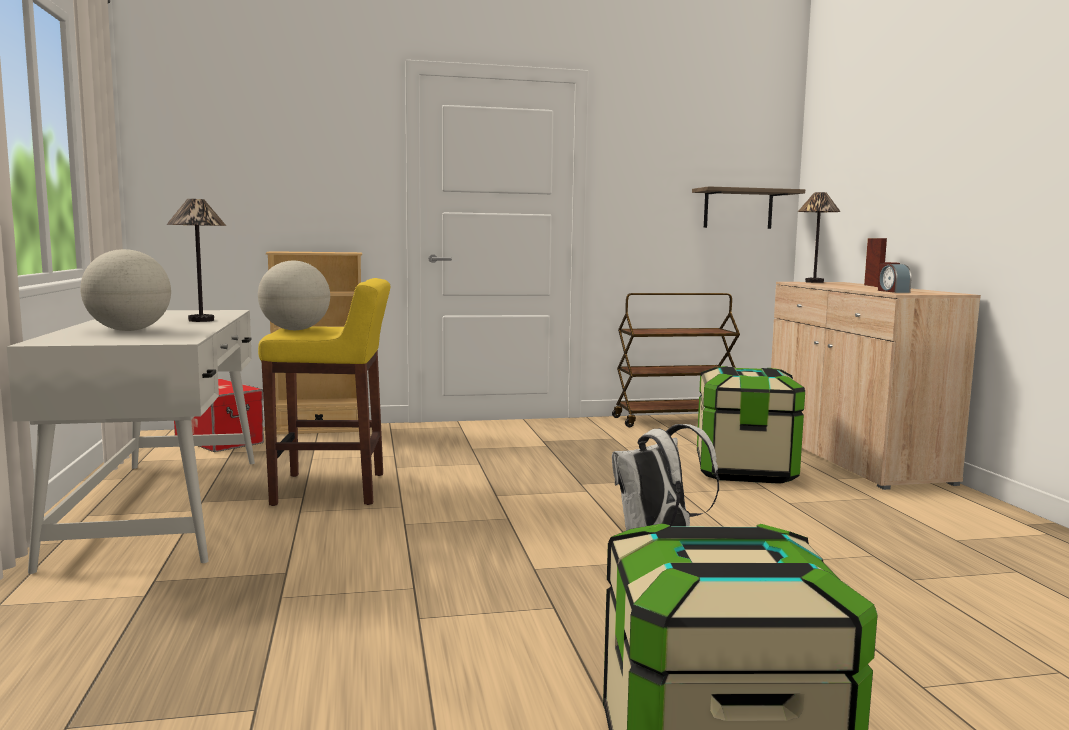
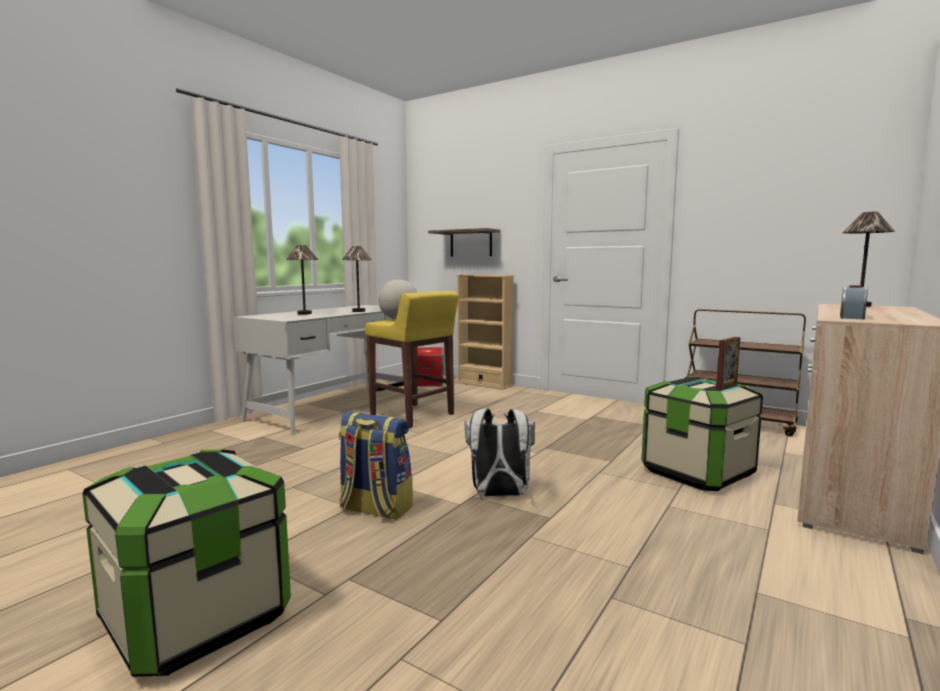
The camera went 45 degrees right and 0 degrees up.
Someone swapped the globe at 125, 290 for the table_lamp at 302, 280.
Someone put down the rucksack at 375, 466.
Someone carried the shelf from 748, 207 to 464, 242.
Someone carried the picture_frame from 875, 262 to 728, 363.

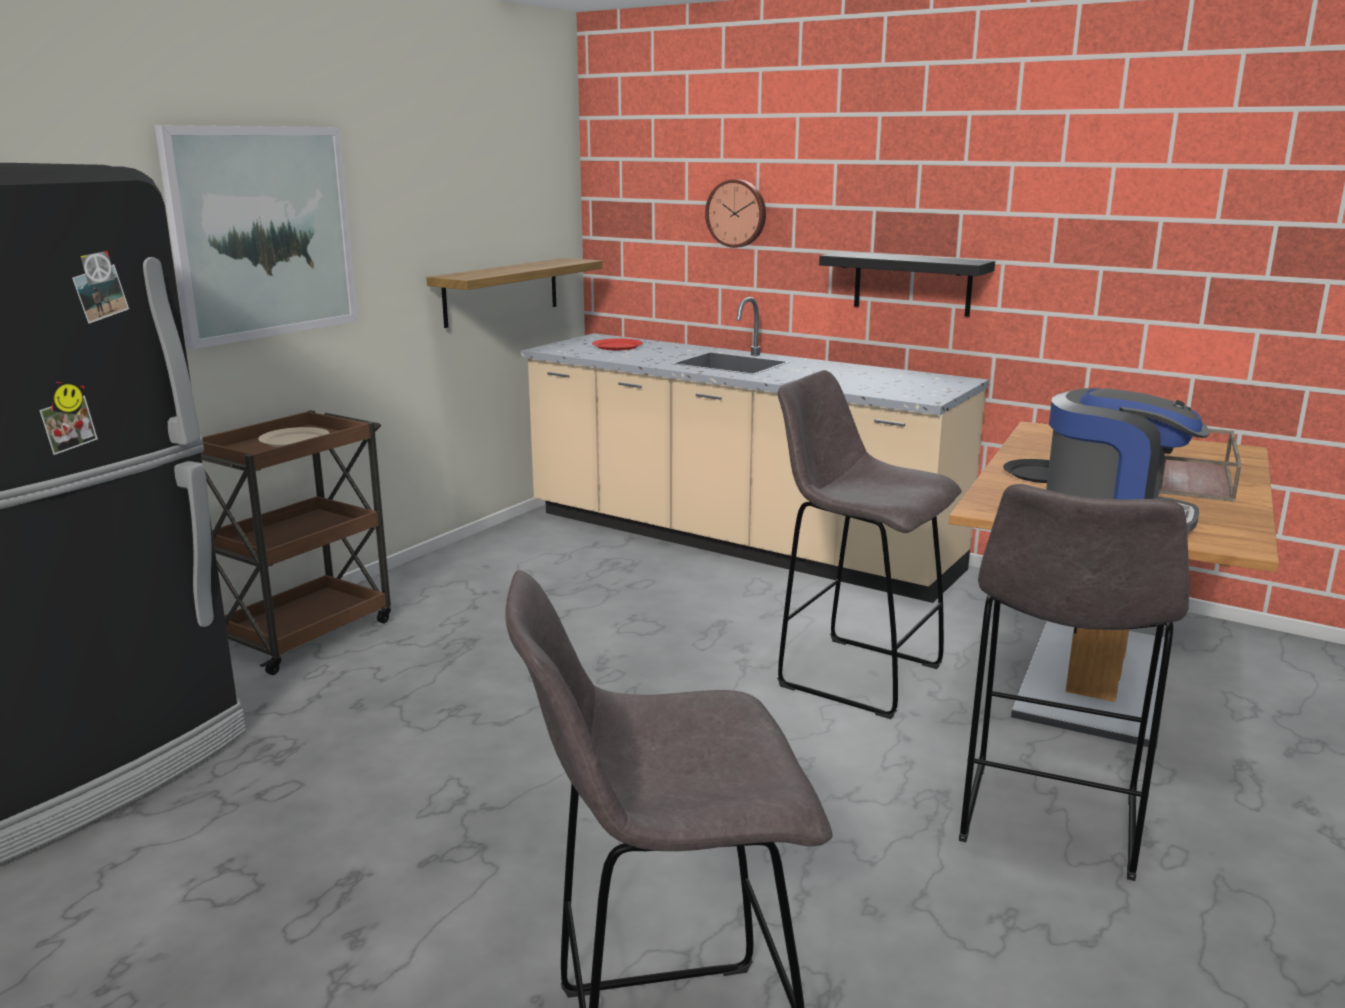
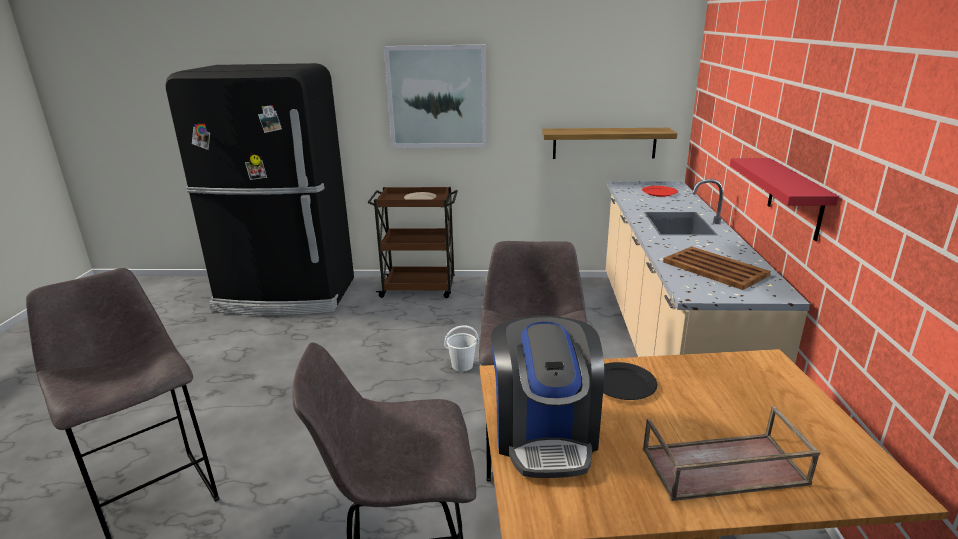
The camera went 60 degrees right and 5 degrees up.
Someone put down the white-coloured_bucket at 461, 348.
Someone put down the brownish_tray at 717, 268.
Someone repainted the black-coloured_shelf at 907, 284, which became the reddish_shelf at 784, 199.
Someone took away the clock_on_the_wall at 735, 213.

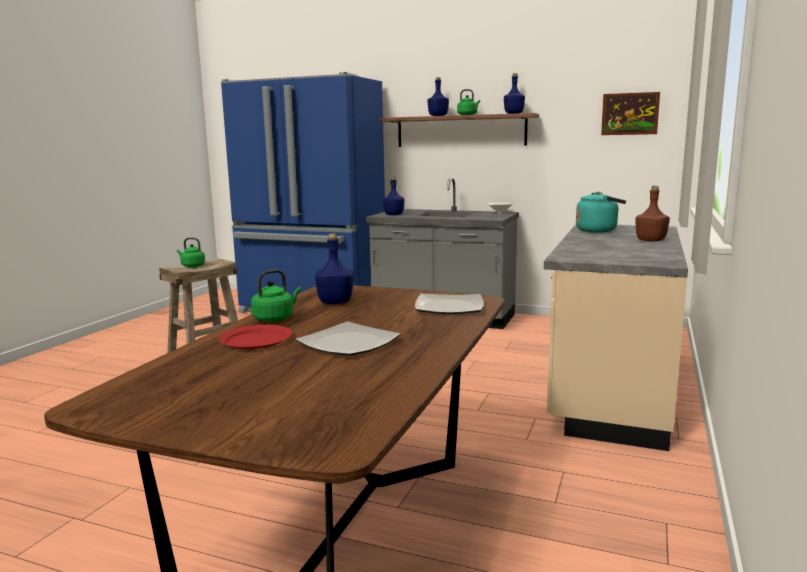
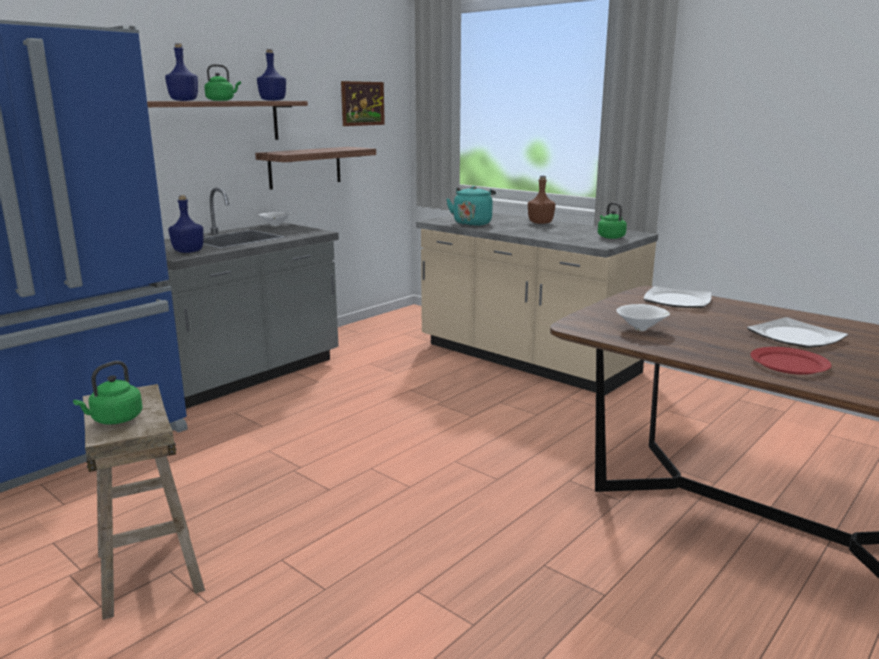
The camera went 70 degrees left and 5 degrees up.
Someone put up the shelf at 315, 168.
Someone carried the greenish_kettle from 276, 295 to 612, 221.
Someone swapped the bluish_beverage_bottle at 334, 268 for the white-coloured_deep_dish at 643, 317.

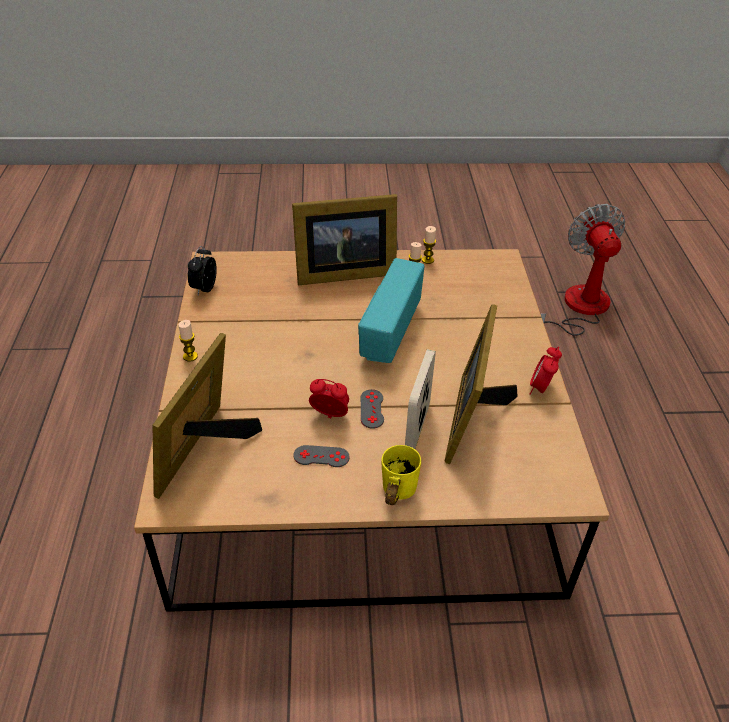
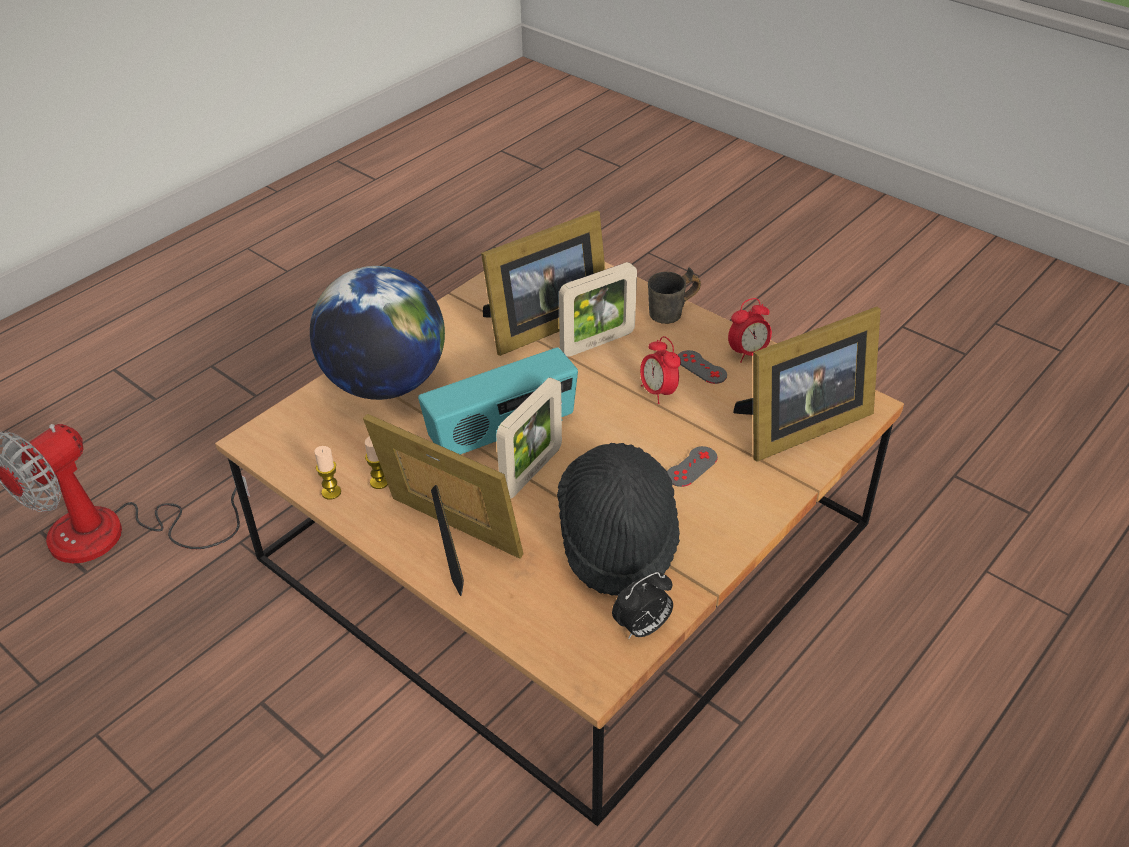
The camera went 135 degrees left and 0 degrees up.
Someone put down the globe at 377, 333.
Someone put down the picture_frame at 529, 438.
Someone put down the black-coloured_wearable_hat at 618, 519.
Someone repainted the yellow-coloured_tea_mug at 401, 475, which became the gray_tea_mug at 674, 296.
Someone carried the gray_gamepad from 372, 409 to 692, 466.
Someone carried the alarm_clock from 545, 370 to 750, 330.
Someone took away the wax_light at 188, 341.

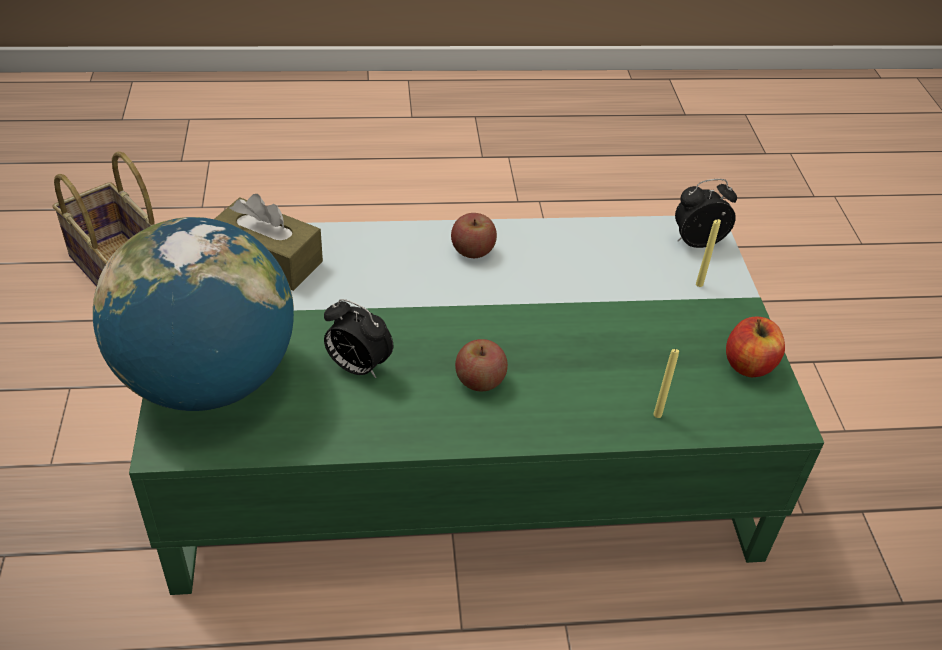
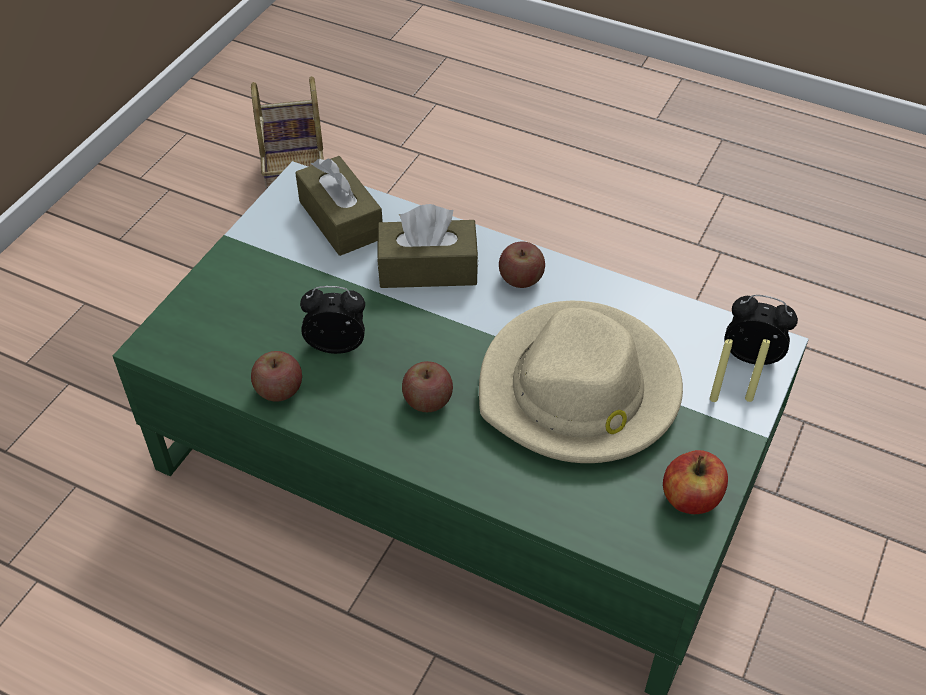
The camera went 35 degrees right and 5 degrees up.
Someone put down the apple at 276, 376.
Someone rotated the alarm_clock at 358, 338 by 120 degrees clockwise.
Someone put down the brownish_box_of_tissues at 428, 246.
Someone put down the beige_wearable_hat at 581, 382.
Someone carried the yellow-coloured_wax_light from 666, 383 to 757, 370.
Someone took away the globe at 193, 314.

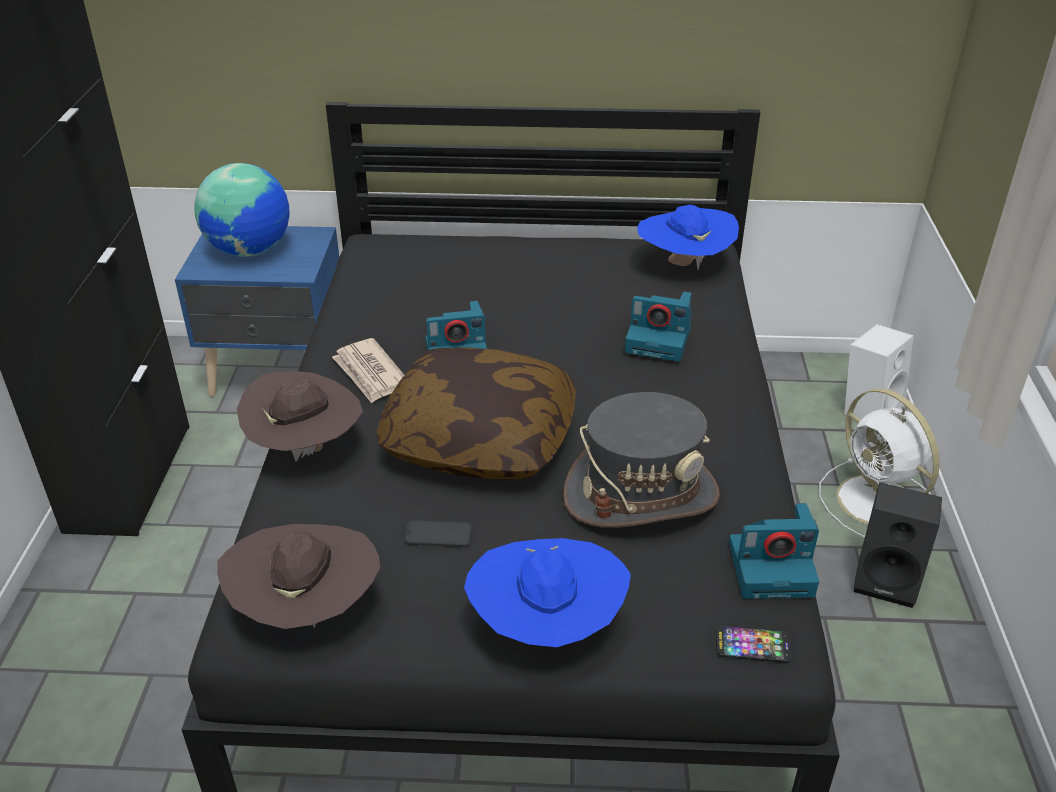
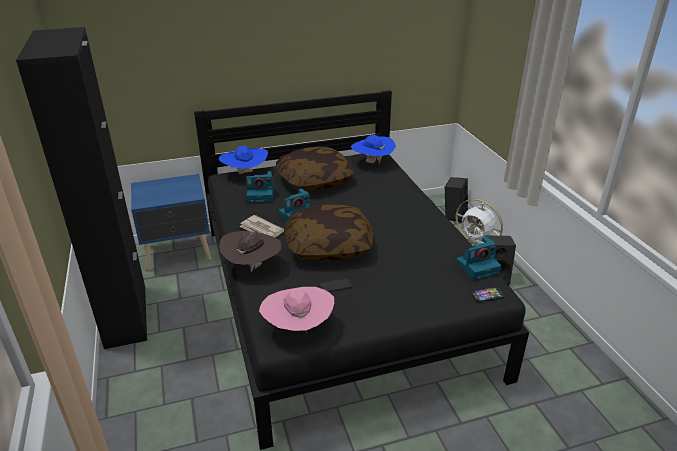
The camera went 20 degrees left and 5 degrees down.
Someone carried the bluish_wearable_hat from 547, 592 to 243, 160.
Someone carried the still_camera from 658, 327 to 260, 186.
Someone repainted the brownish_wearable_hat at 298, 576, which became the pink_wearable_hat at 296, 310.
Someone put down the cushion at 315, 169.
Someone repainted the white-coloured_audio_speaker at 878, 372, which became the black-coloured_audio_speaker at 456, 200.
Someone took away the globe at 242, 210.
Someone took away the gray_wearable_hat at 641, 460.

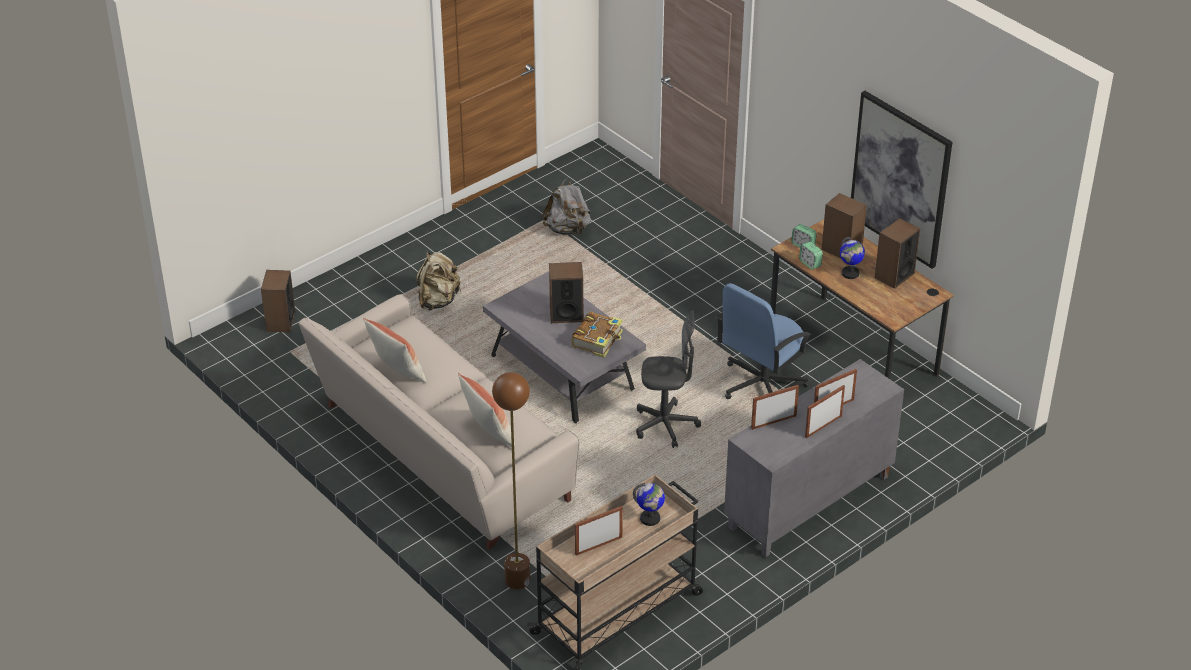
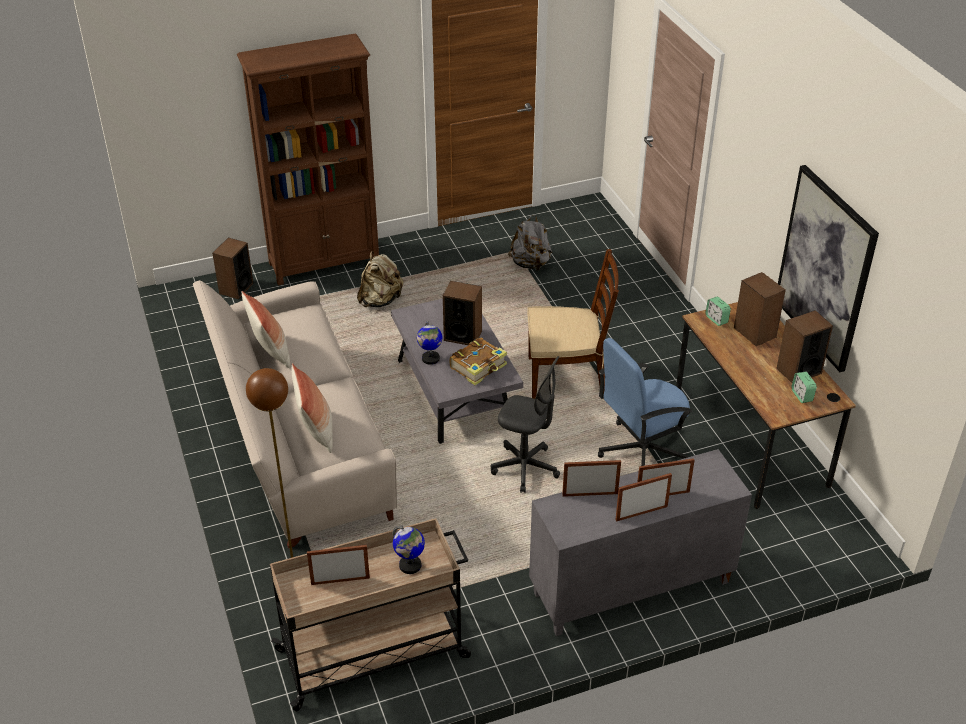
The camera went 20 degrees right and 0 degrees up.
Someone put down the brownish_bookshelf at 308, 159.
Someone carried the globe from 852, 258 to 429, 343.
Someone put down the brownish_chair at 573, 324.
Someone carried the alarm_clock from 811, 255 to 804, 387.

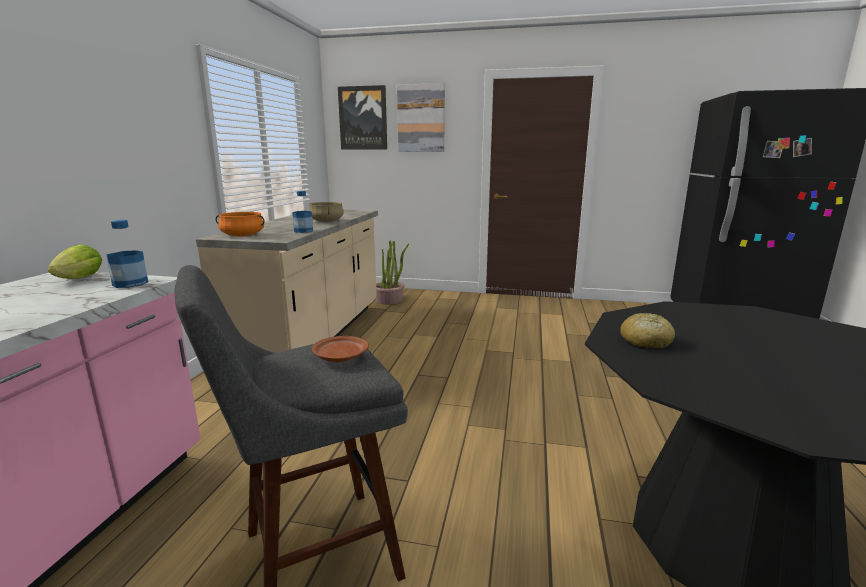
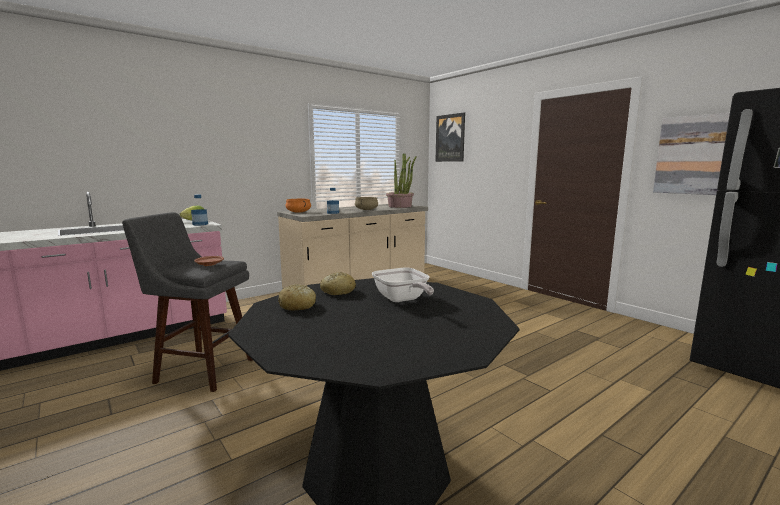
The camera went 40 degrees right and 5 degrees down.
Someone put down the baked_bread at 297, 297.
Someone put down the skillet at 403, 285.
Someone carried the plant_in_a_pot from 392, 272 to 401, 180.
Someone carried the picture from 421, 117 to 691, 154.

